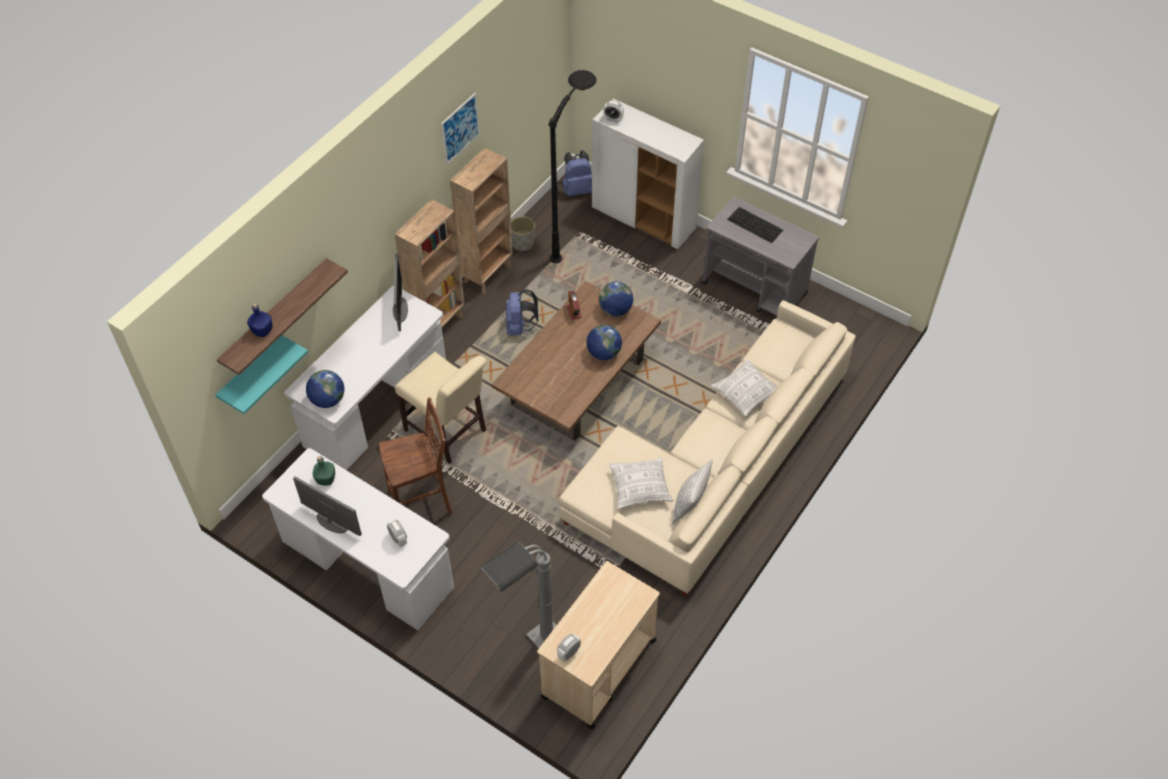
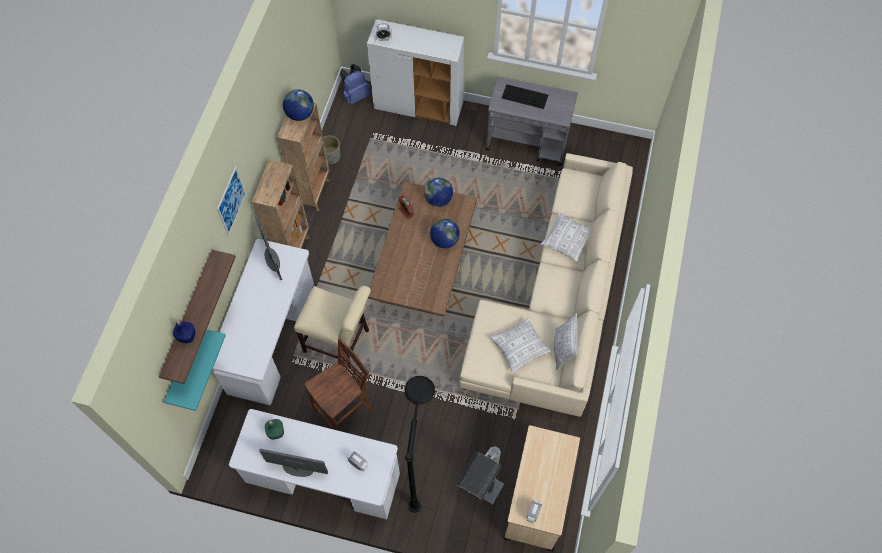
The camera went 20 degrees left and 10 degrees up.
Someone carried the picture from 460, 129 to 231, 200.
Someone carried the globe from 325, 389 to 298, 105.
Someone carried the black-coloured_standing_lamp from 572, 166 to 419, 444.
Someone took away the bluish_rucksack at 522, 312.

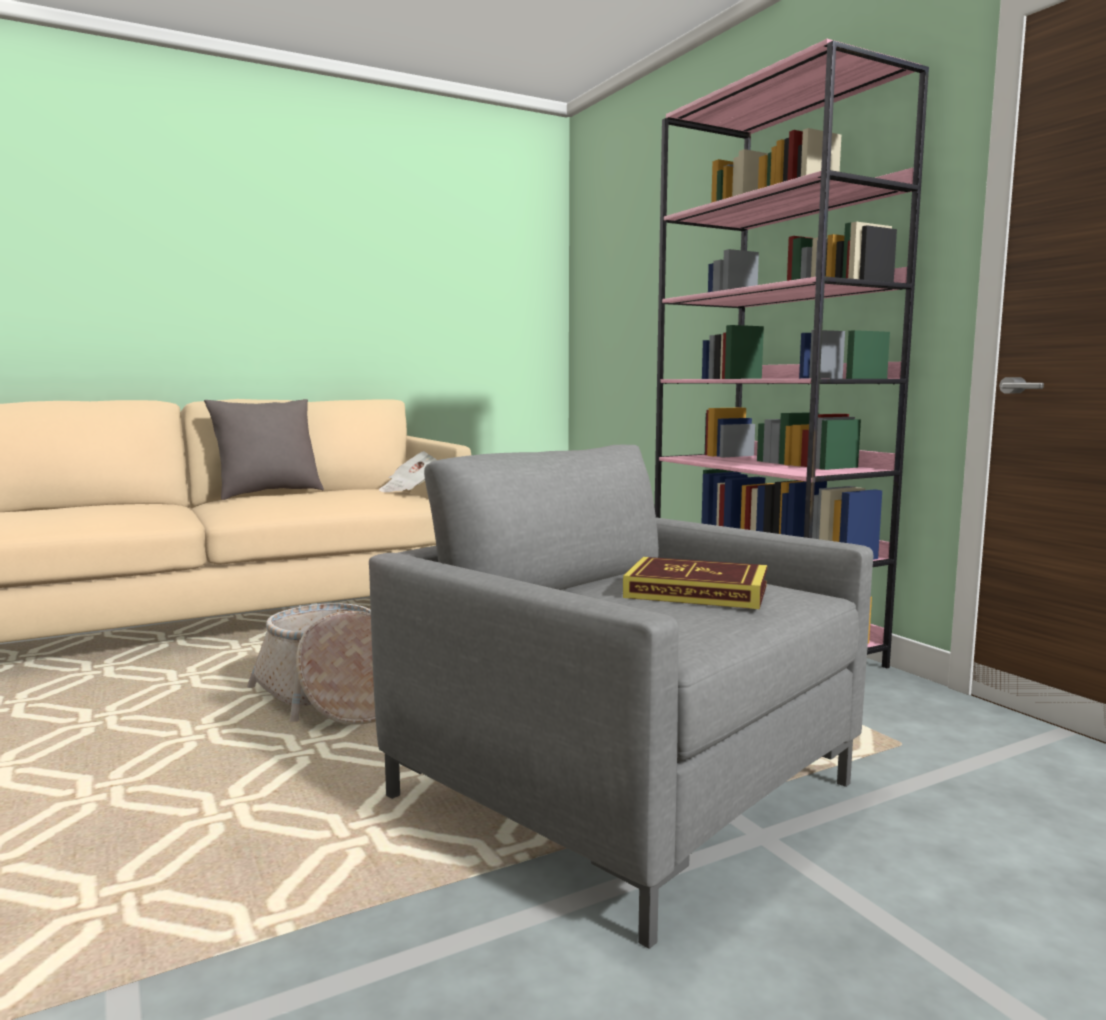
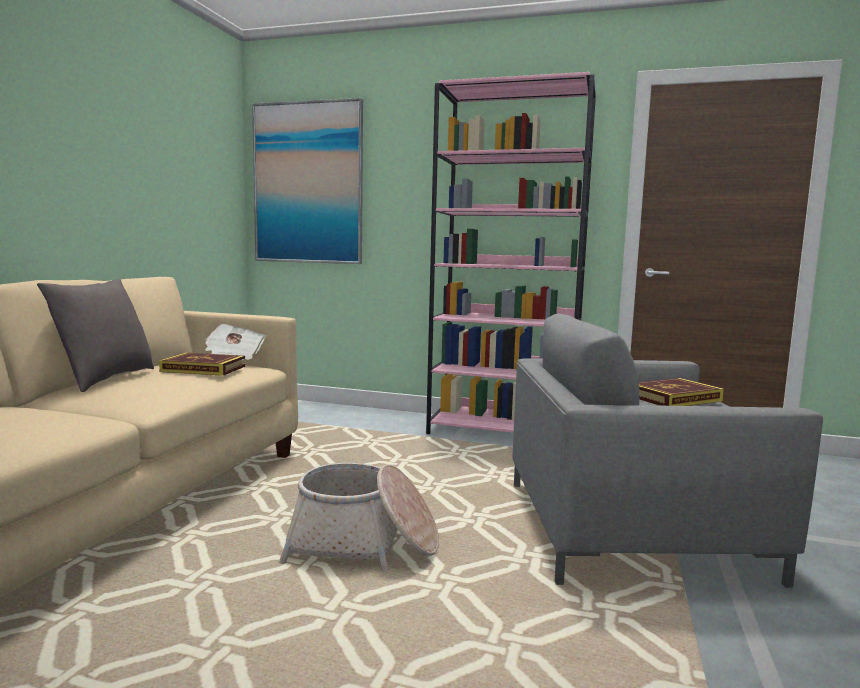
The camera went 45 degrees left and 0 degrees up.
Someone put down the book at 202, 364.
Someone put up the picture at 307, 181.

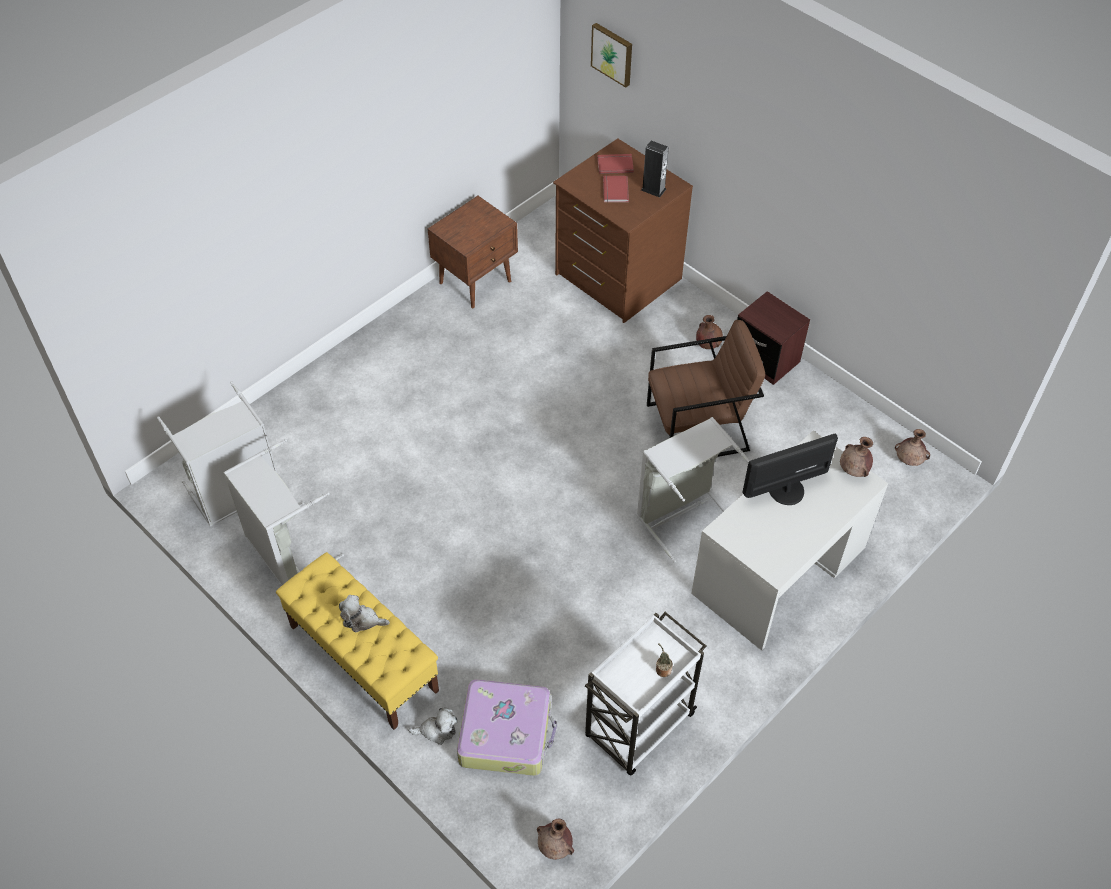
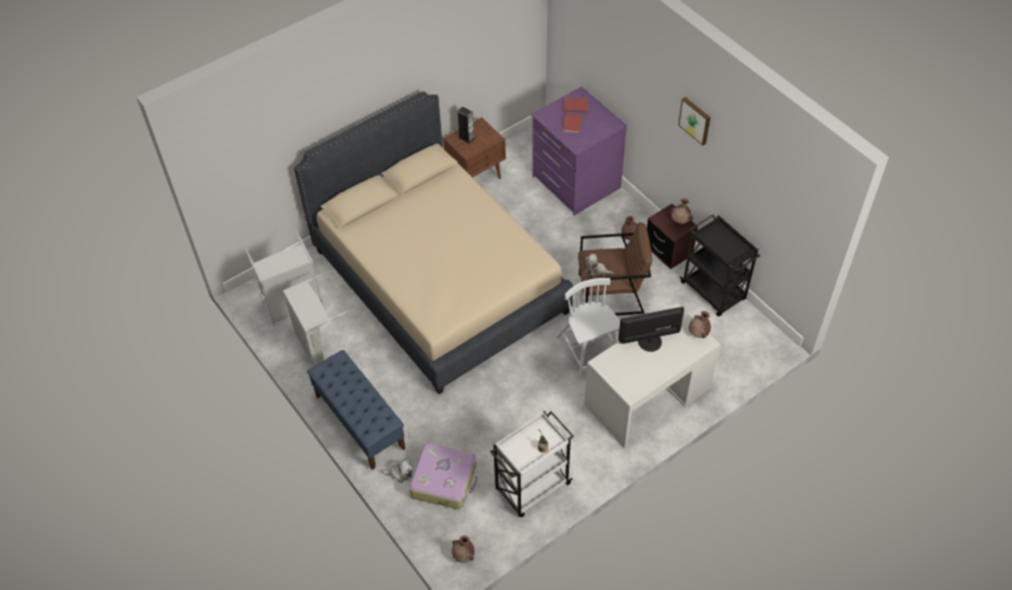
The camera went 10 degrees right and 0 degrees up.
Someone put down the beige_sleeping_bed at 433, 242.
Someone repainted the yellow-coloured_indoor_bench at 357, 641, which became the bluish_indoor_bench at 356, 410.
Someone carried the audio_speaker from 655, 169 to 466, 125.
Someone repainted the brownish_dresser at 623, 230, which became the purple_dresser at 579, 151.
Someone swapped the gray_washing_basket at 693, 490 for the white-coloured_chair at 588, 329.
Someone carried the plush_toy from 364, 613 to 599, 265.
Someone carried the brownish_flower_vase from 912, 447 to 681, 211.
Someone carried the picture from 611, 55 to 694, 121.
Someone put down the black-coloured_cart at 720, 265.

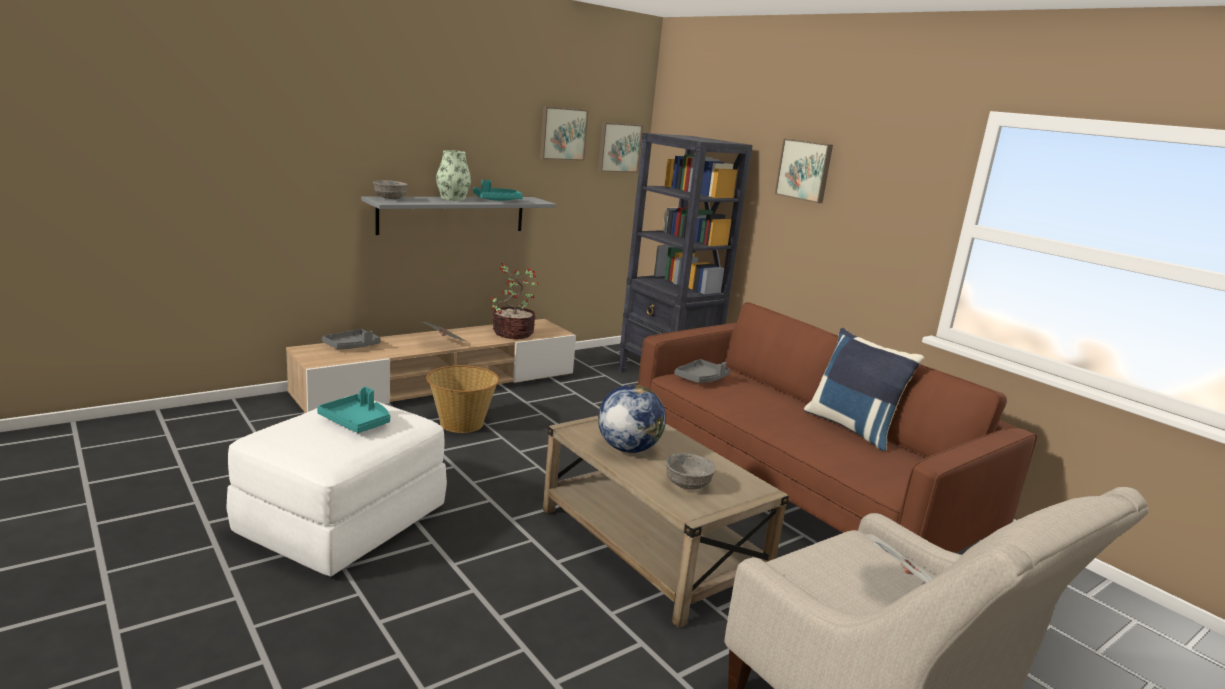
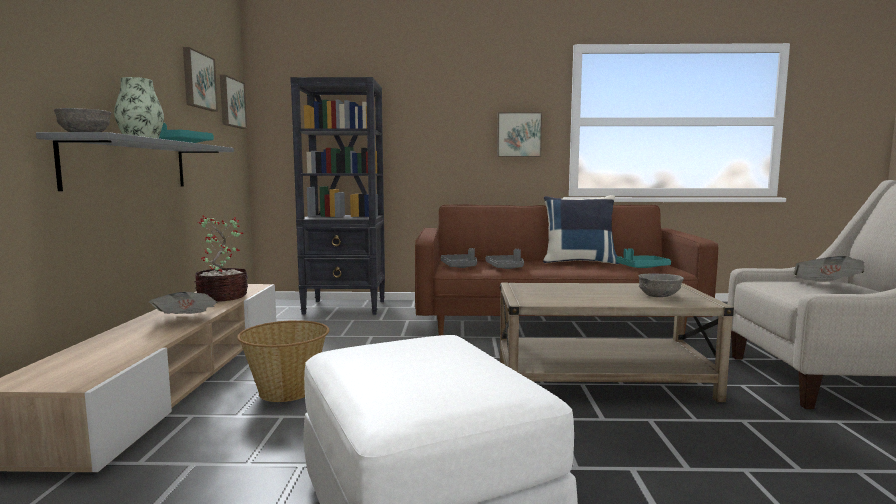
The camera went 50 degrees left and 10 degrees down.
Someone carried the gray_tray from 351, 339 to 504, 259.
Someone carried the picture from 804, 170 to 519, 134.
Someone carried the blue-green_tray from 353, 410 to 643, 258.
Someone took away the globe at 632, 419.

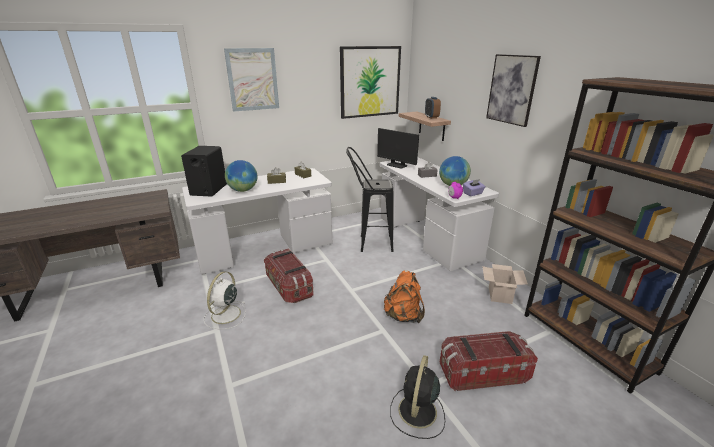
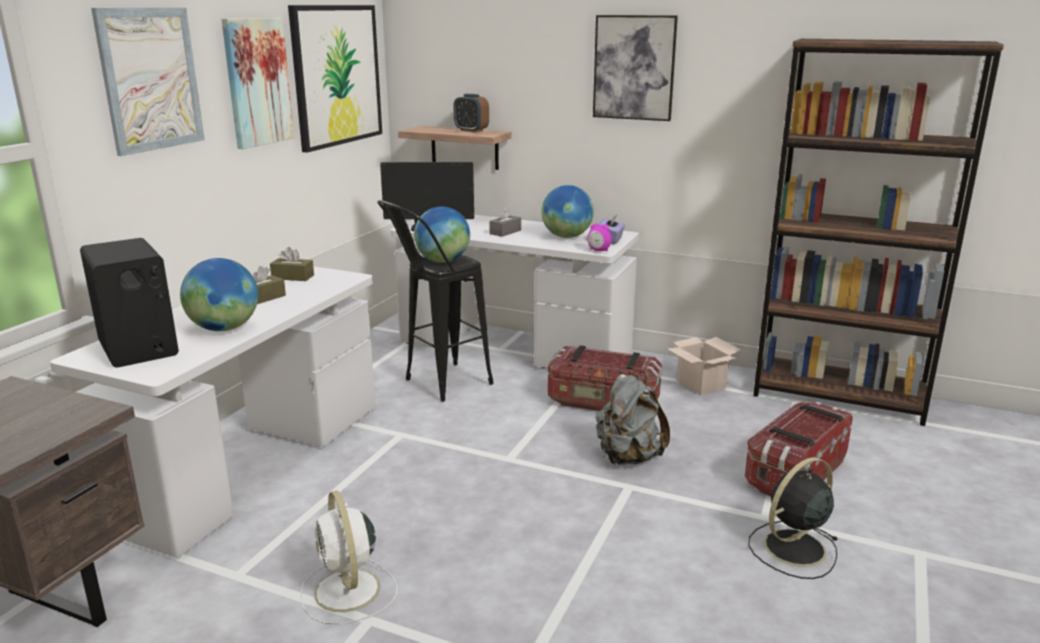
The camera went 40 degrees left and 5 degrees down.
Someone put up the picture at 258, 83.
Someone put down the globe at 442, 234.
Someone carried the storage_container from 289, 275 to 605, 378.
Someone repainted the orange_rucksack at 404, 296, which became the gray_rucksack at 633, 418.
Someone rotated the black-coloured_cooling_fan at 417, 397 by 75 degrees clockwise.

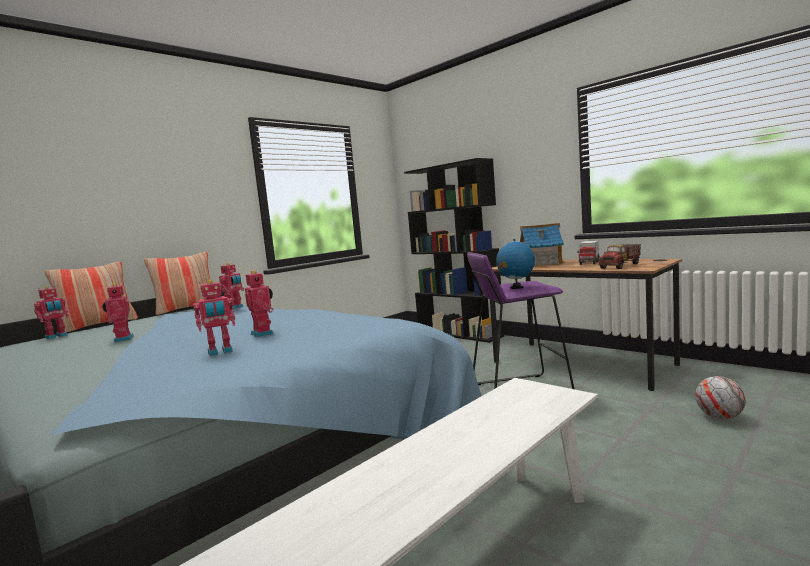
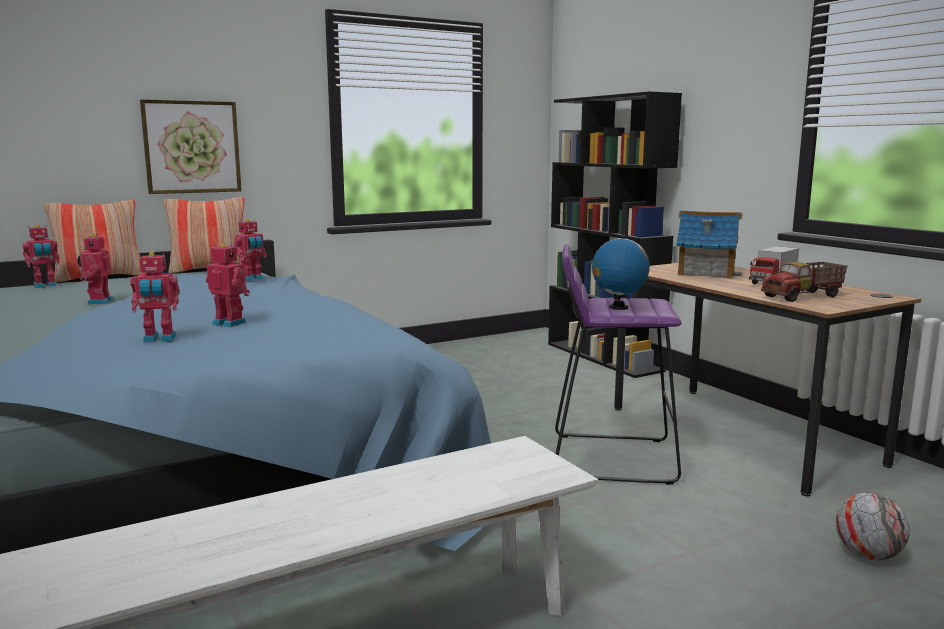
The camera went 15 degrees right and 5 degrees up.
Someone put up the picture at 191, 146.
Someone rotated the robot_figure at 259, 303 by 45 degrees counterclockwise.

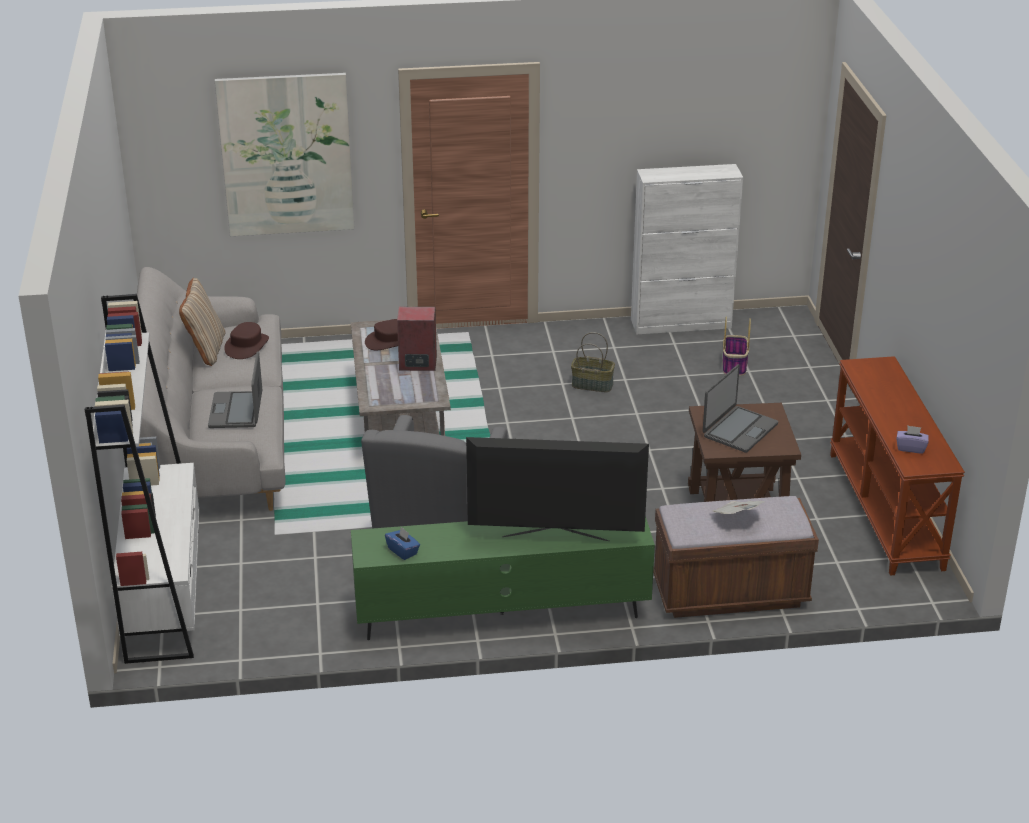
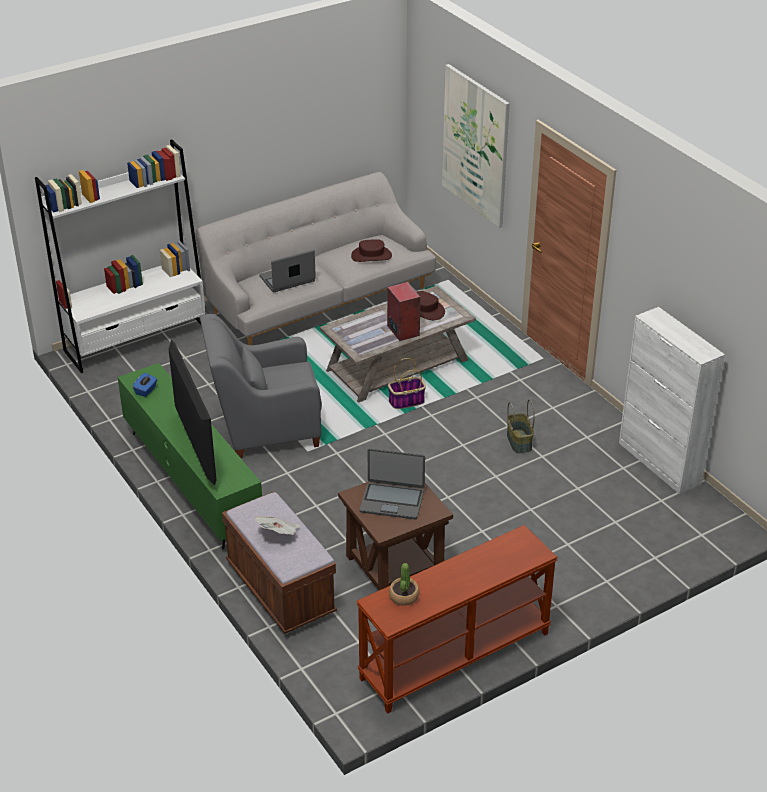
The camera went 65 degrees right and 5 degrees up.
Someone carried the storage_basket from 737, 346 to 407, 383.
Someone swapped the purple_box_of_tissues at 912, 440 for the plant_in_a_pot at 404, 584.
Someone took away the beige_cushion at 202, 322.

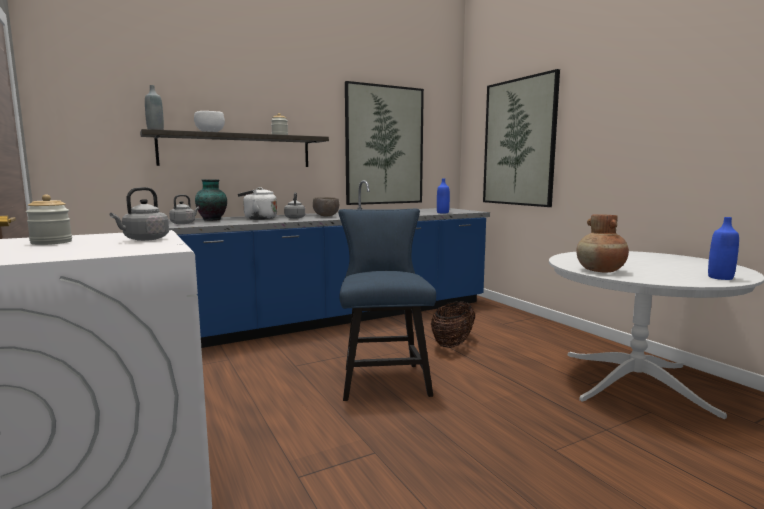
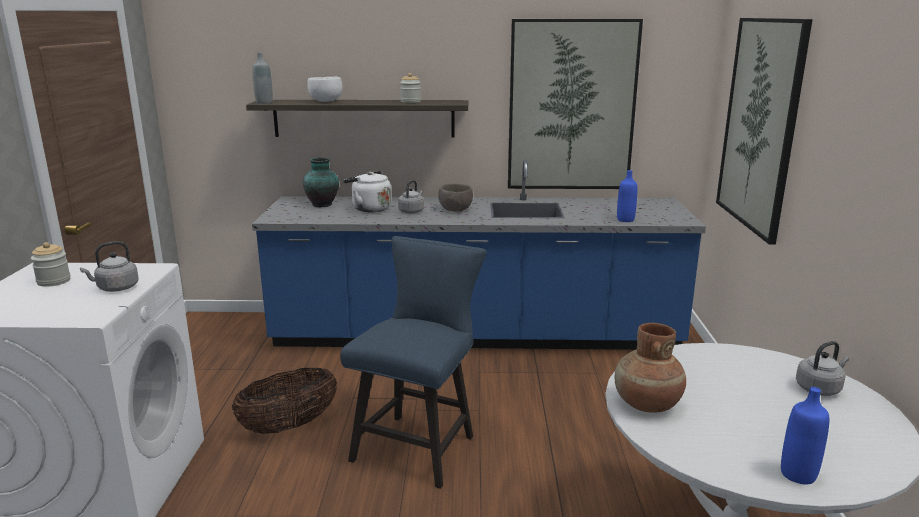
The camera went 30 degrees right and 10 degrees up.
Someone carried the storage_basket from 453, 324 to 284, 401.
Someone carried the gray_kettle from 184, 209 to 822, 368.

